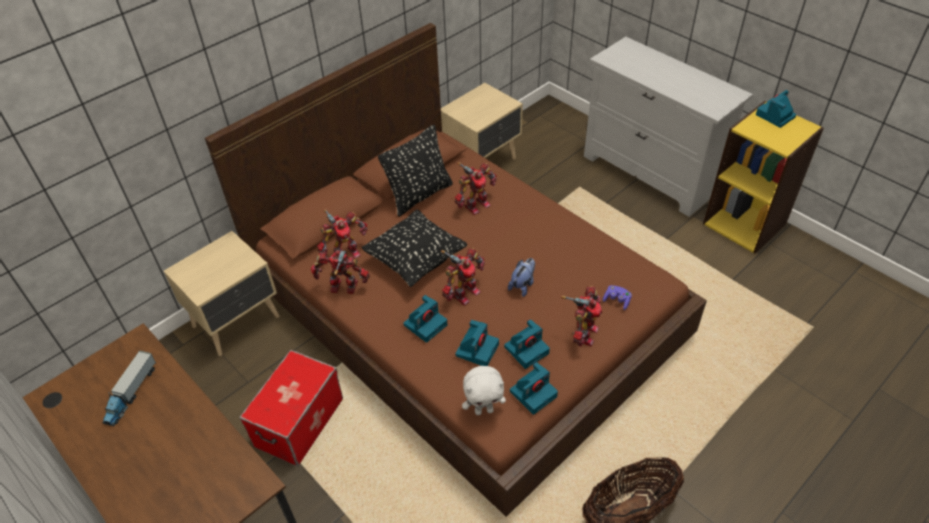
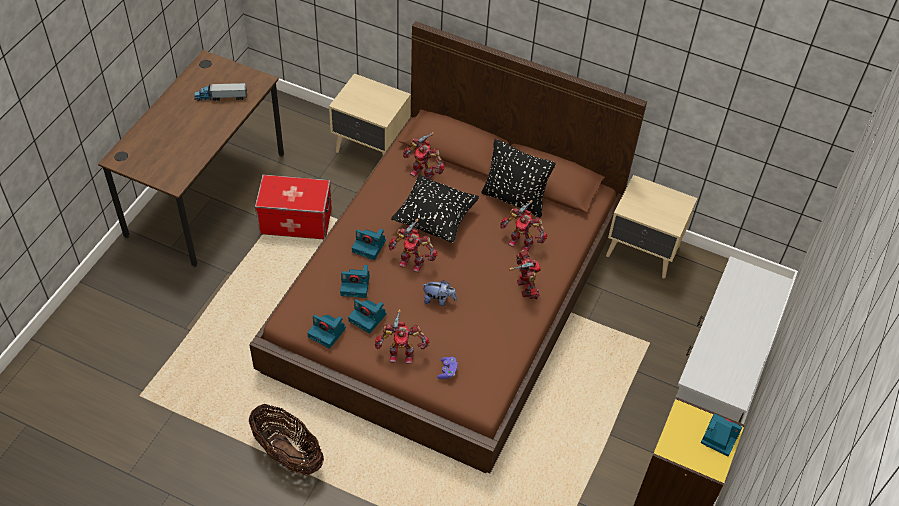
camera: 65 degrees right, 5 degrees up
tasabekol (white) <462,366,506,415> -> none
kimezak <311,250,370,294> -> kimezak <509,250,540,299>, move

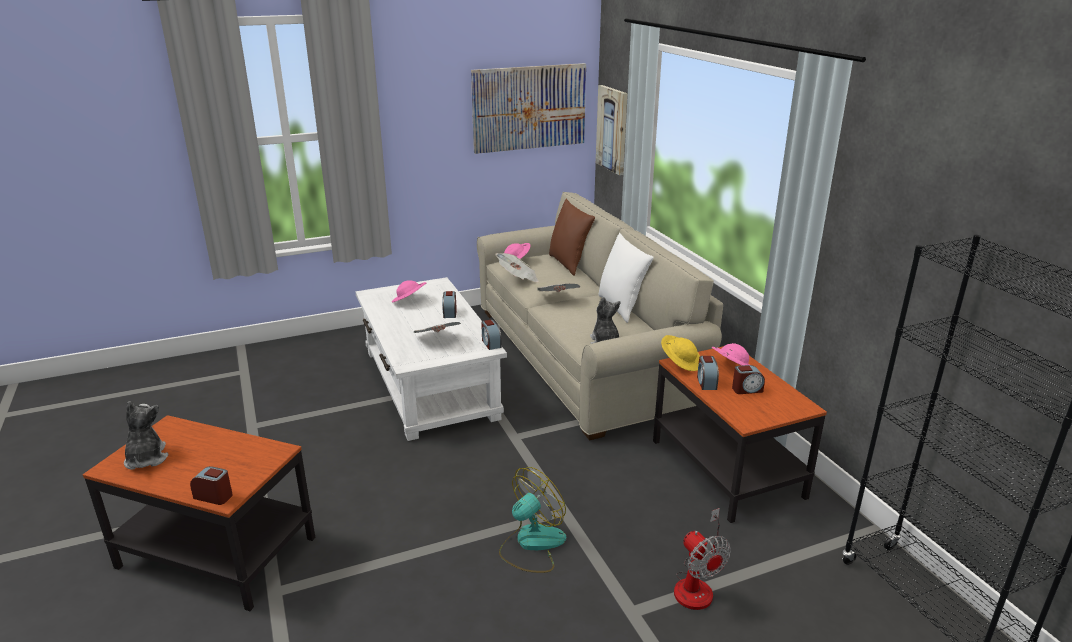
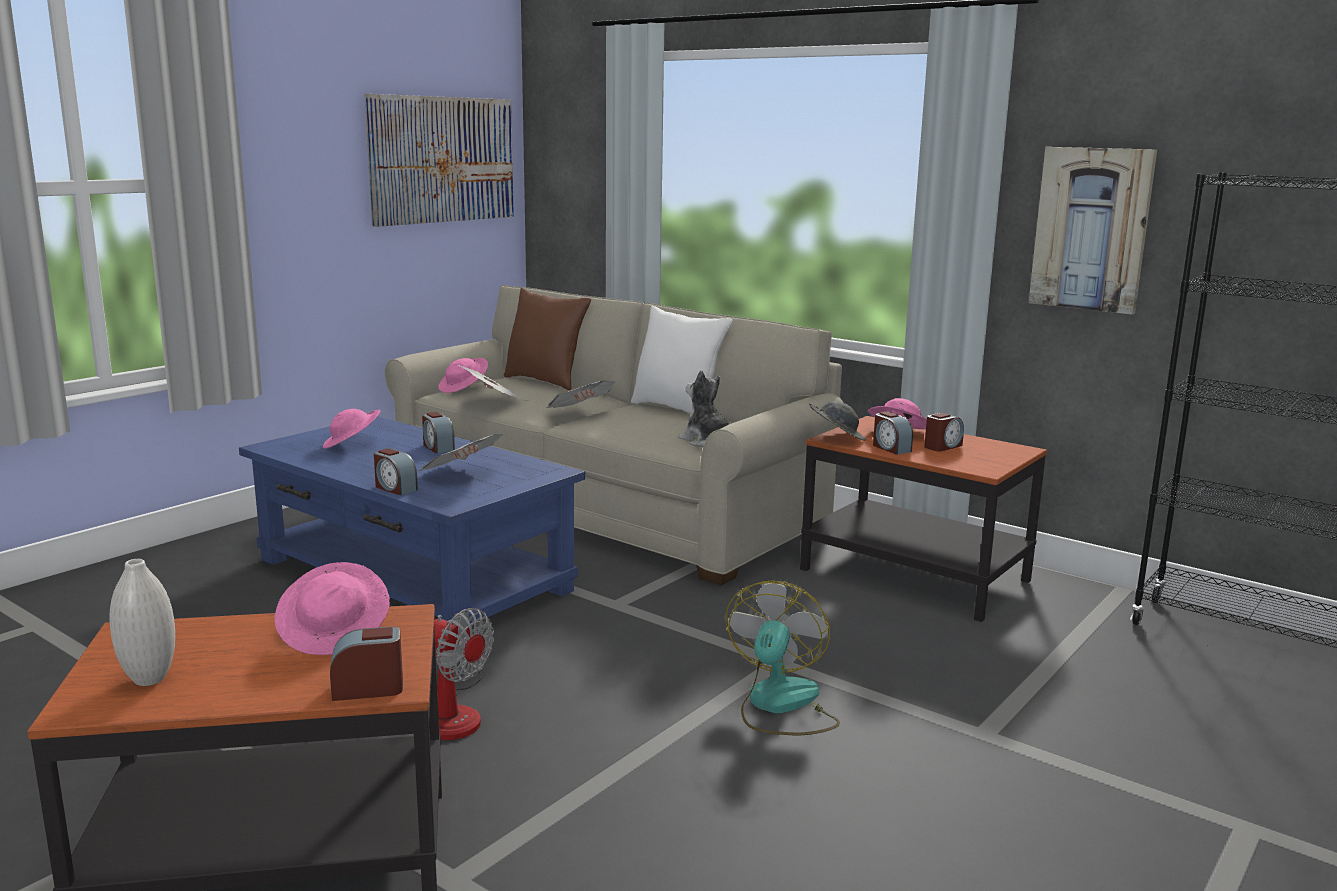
camera: 30 degrees left, 10 degrees down
none -> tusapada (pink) <275,562,390,655>
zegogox <481,320,502,350> -> zegogox <374,448,418,495>, move
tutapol <596,85,627,175> -> tutapol <1029,147,1157,315>, move
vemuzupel <674,508,731,610> -> vemuzupel <434,608,494,740>, move
tasabekol <124,401,169,470> -> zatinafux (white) <109,559,175,686>
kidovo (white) <355,277,507,441> -> kidovo (blue) <239,416,585,624>
tusapada (yellow) <661,335,700,371> -> tusapada (grey) <809,401,866,441>

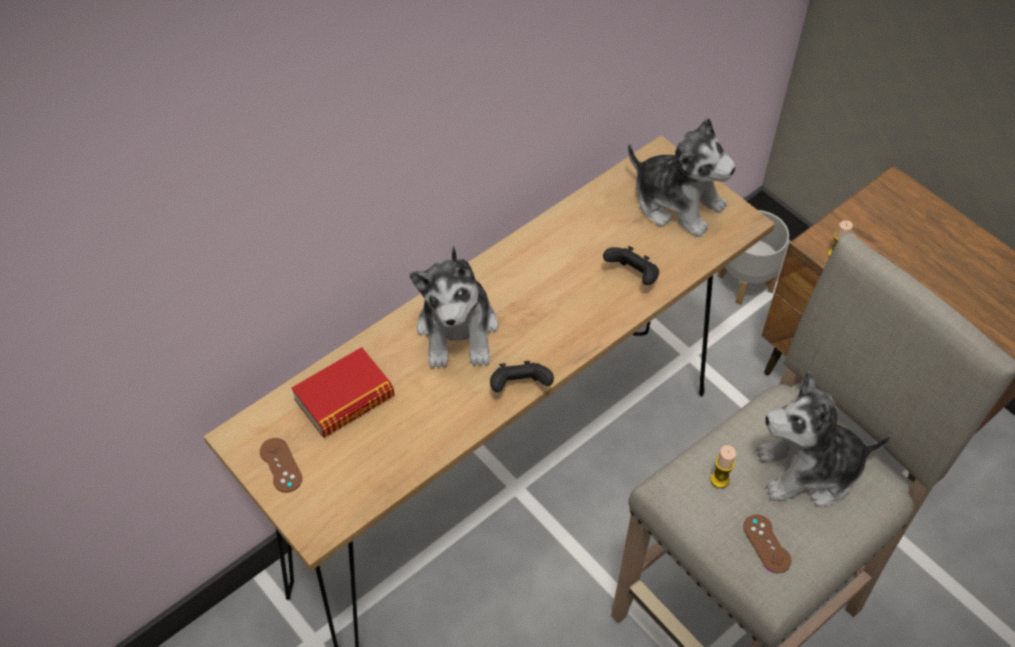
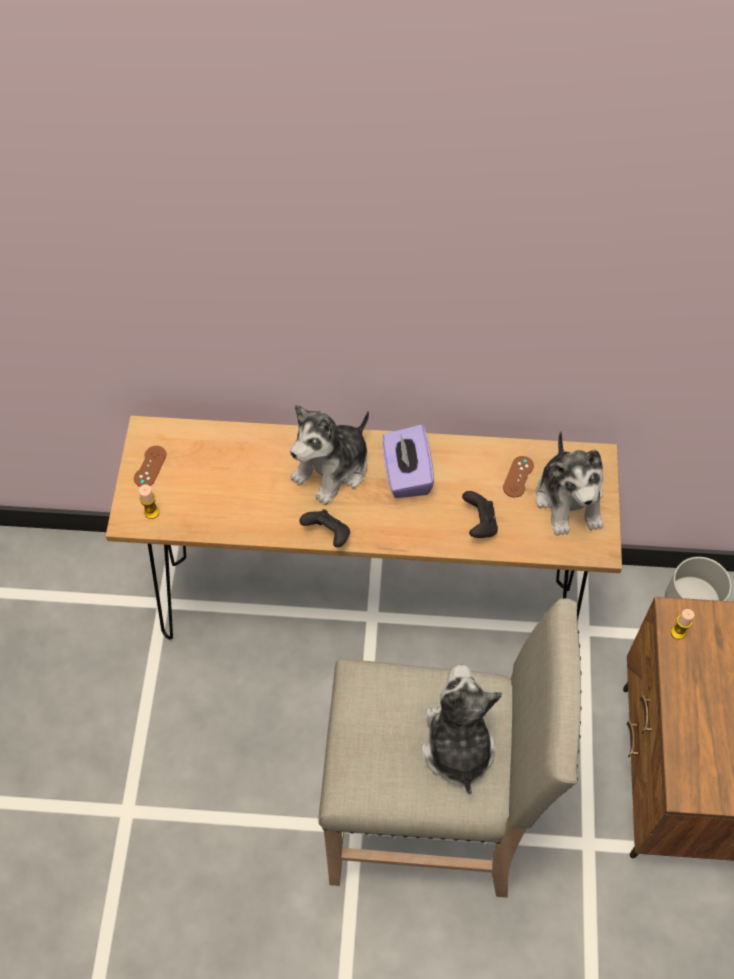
camera: 45 degrees right, 5 degrees up
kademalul <292,347,395,438> -> none
none -> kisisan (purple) <383,425,434,498>
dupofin <710,445,736,488> -> dupofin <139,484,159,519>, move
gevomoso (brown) <743,515,792,573> -> gevomoso (brown) <503,456,534,498>, move
tasabekol <756,370,891,507> -> tasabekol <421,665,502,795>, 45 degrees clockwise

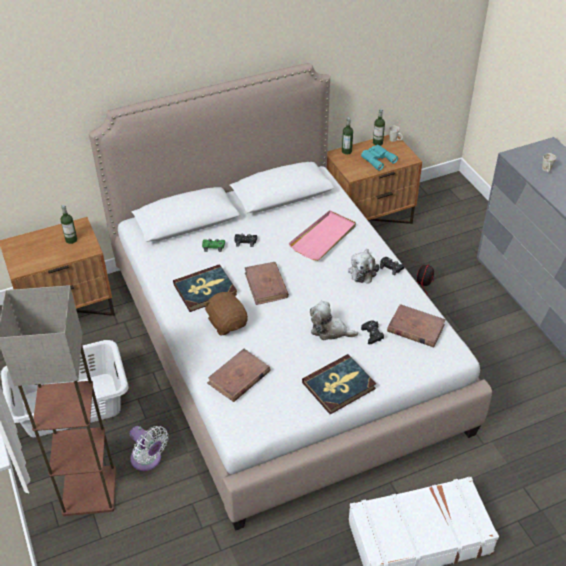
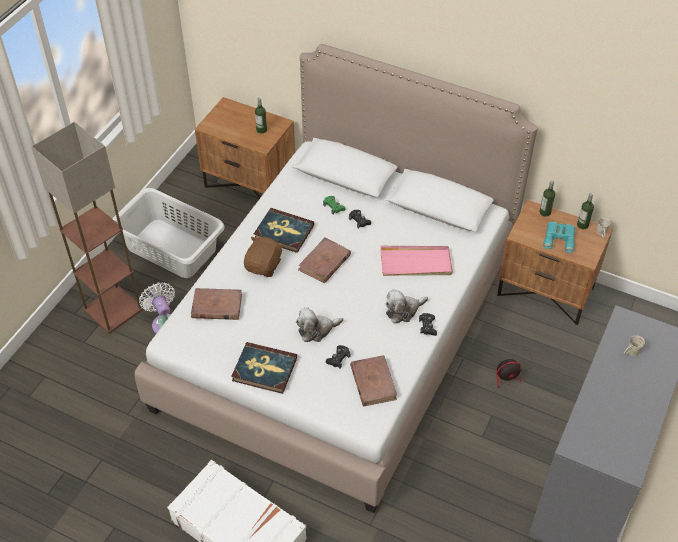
camera: 50 degrees right, 5 degrees up
vemuzupel (white) <130,426,168,471> -> vemuzupel (white) <139,282,175,334>, 150 degrees clockwise
tasabekol <310,301,358,340> -> tasabekol <296,307,343,342>, 90 degrees counterclockwise

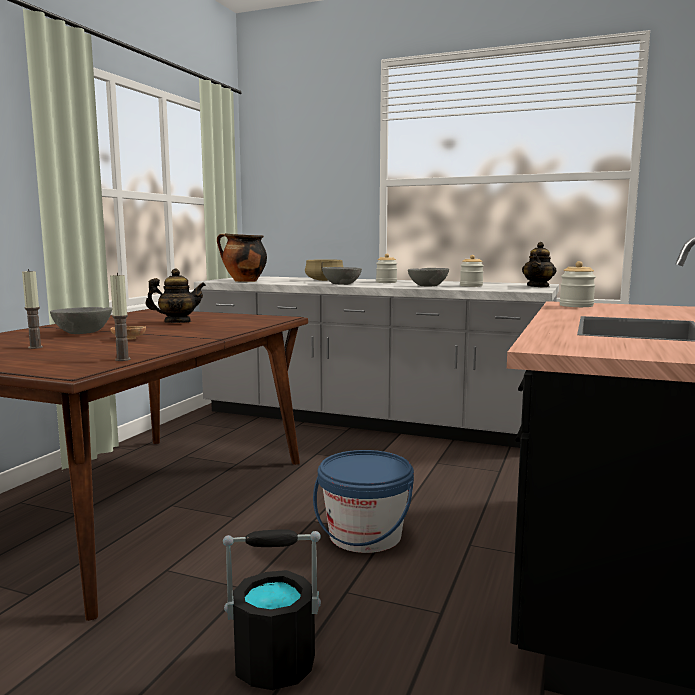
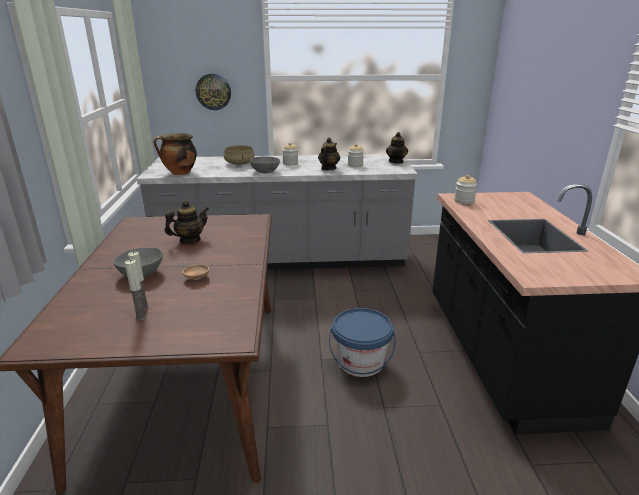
camera: 25 degrees left, 15 degrees up
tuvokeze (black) <223,529,321,690> -> none
none -> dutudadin <196,74,231,110>
dupofin <110,273,131,361> -> dupofin <125,259,147,321>, move
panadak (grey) <408,268,449,286> -> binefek <318,138,340,170>

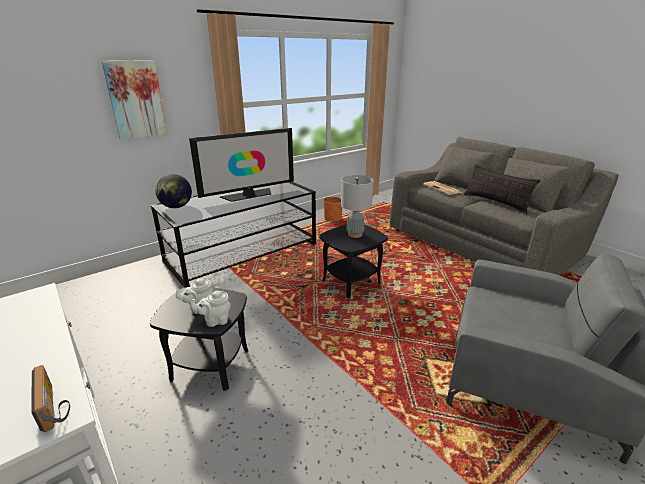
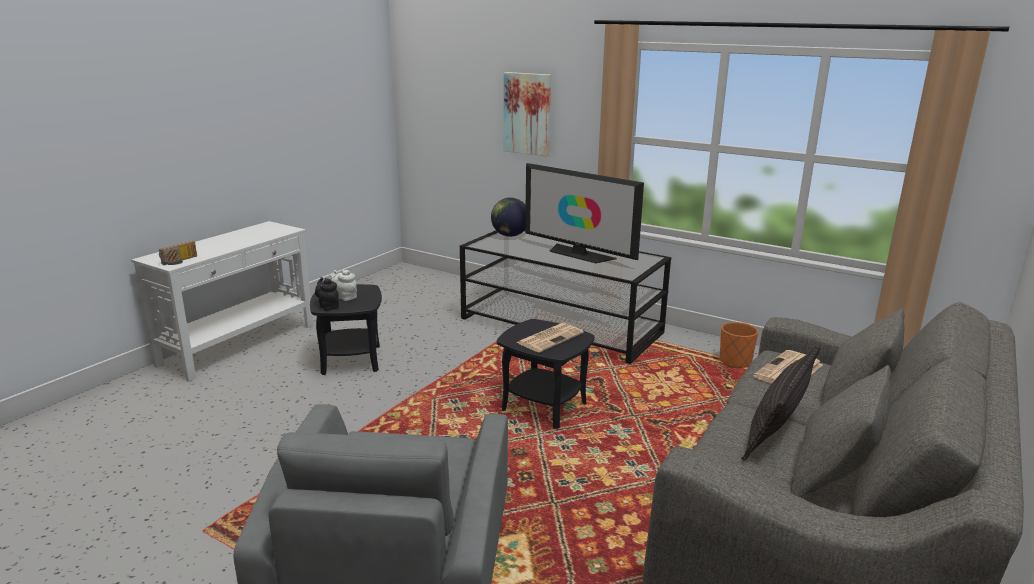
camera: 70 degrees right, 5 degrees down
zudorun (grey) <341,175,374,238> -> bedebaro <516,323,584,353>
binefek (white) <191,291,231,327> -> binefek (black) <315,277,339,311>

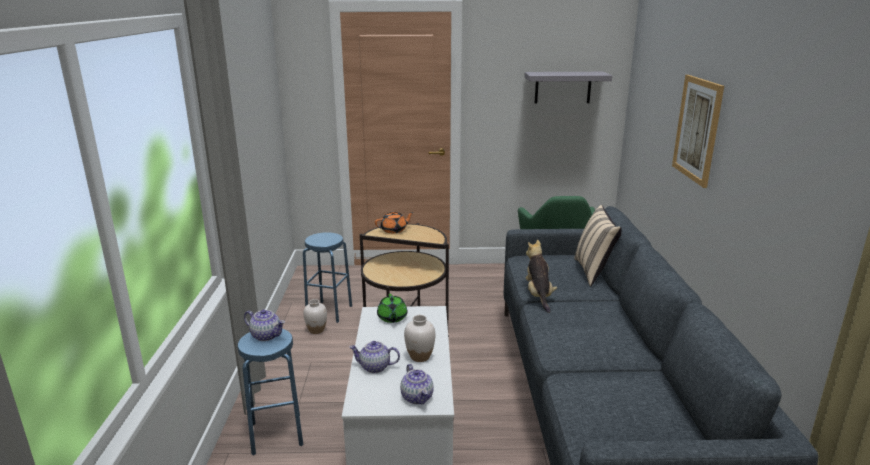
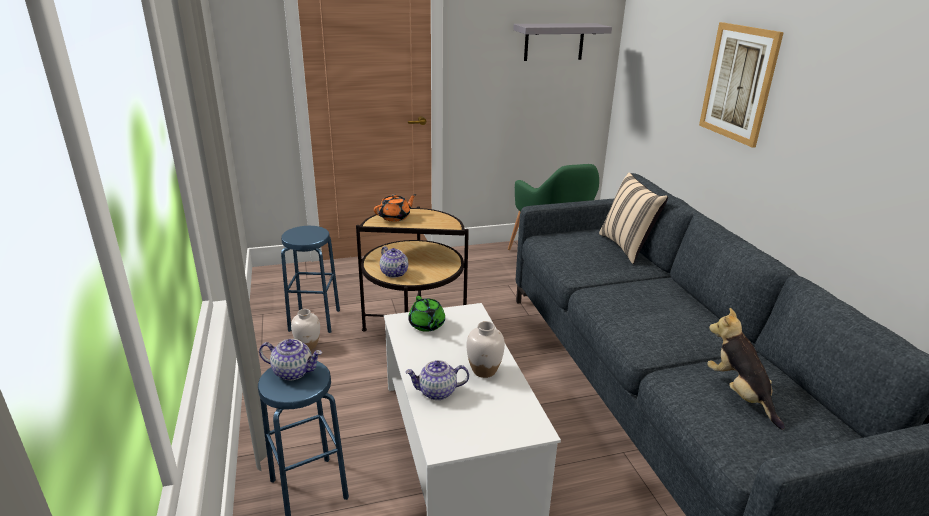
camera: 15 degrees left, 5 degrees up
binefek <400,364,434,405> -> binefek <380,246,408,278>, move
tasabekol <526,239,557,313> -> tasabekol <707,308,785,430>, move

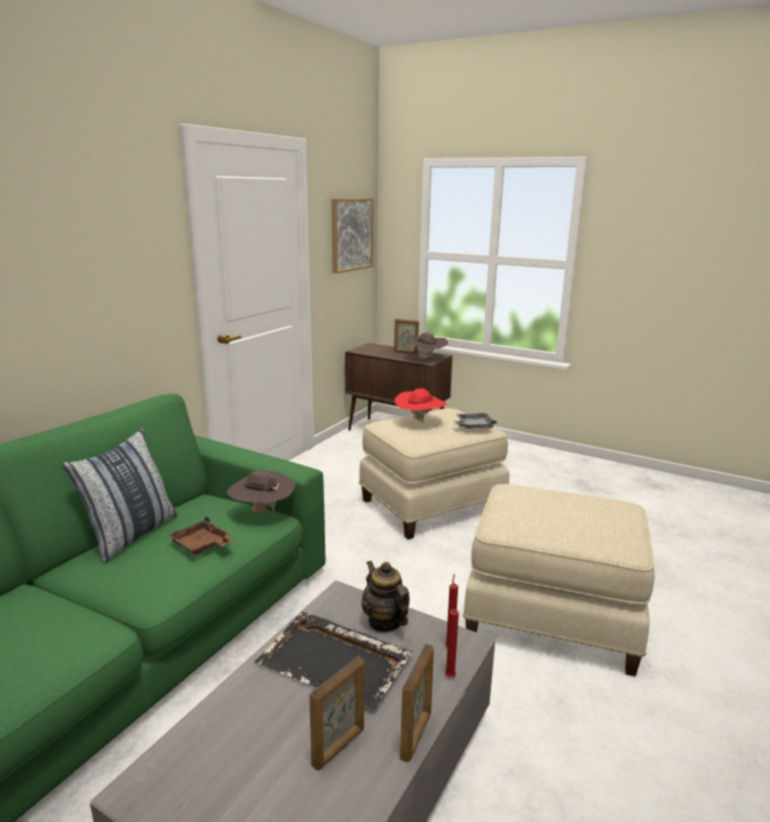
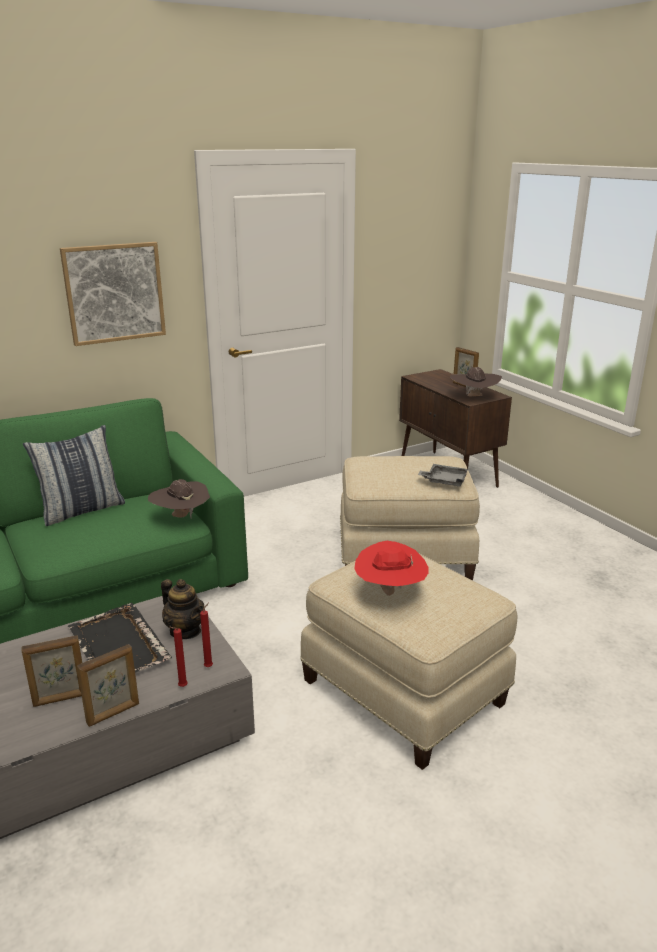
camera: 30 degrees right, 5 degrees up
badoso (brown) <168,516,234,555> -> none
tutapol <331,198,374,274> -> tutapol <60,242,166,346>, move
tusapada (red) <394,389,446,422> -> tusapada (red) <354,541,429,596>, move
binefek <362,561,410,633> -> binefek <161,579,204,639>, 135 degrees clockwise

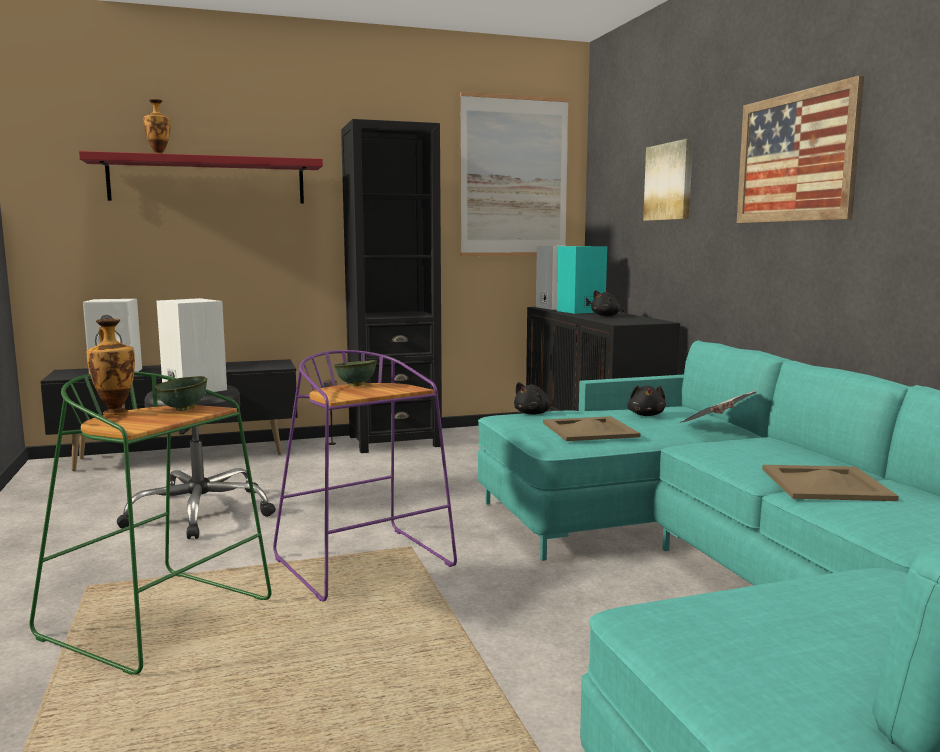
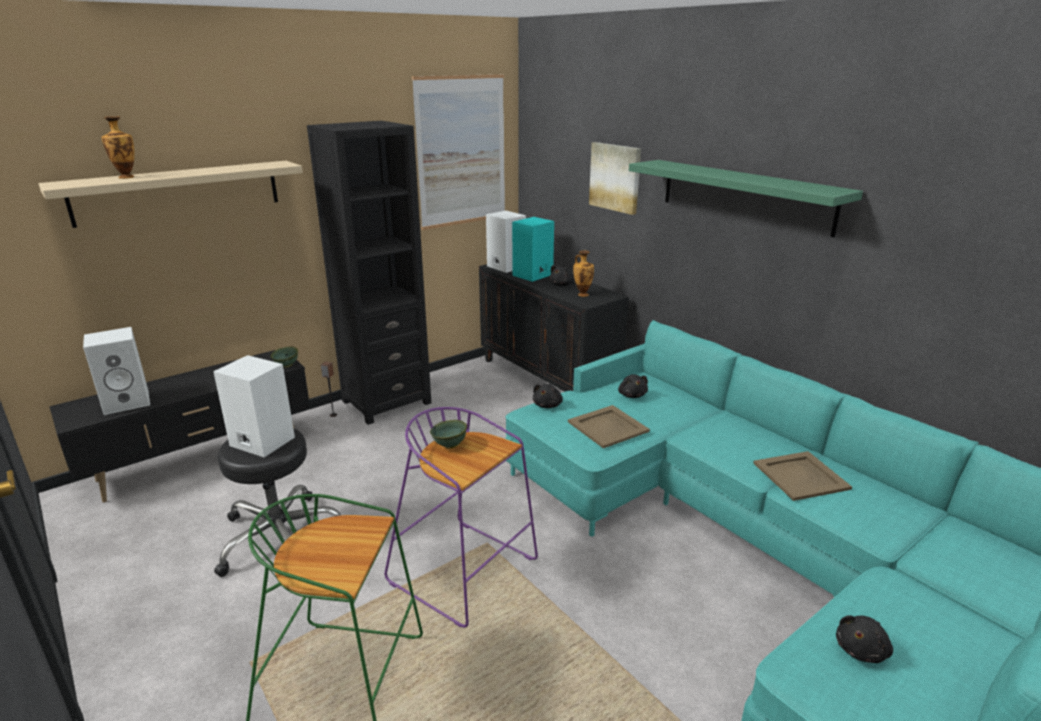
camera: 20 degrees left, 15 degrees up
bedebaro <679,390,757,423> -> none
none -> tasabekol (black) <836,615,893,663>
zatinafux <87,319,135,415> -> zatinafux <573,250,594,297>, move
panadak (green) <153,376,207,411> -> panadak (green) <270,347,298,367>, move
tutapol <737,75,864,223> -> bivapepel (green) <629,160,863,237>
bivapepel (red) <79,151,323,203> -> bivapepel (beige) <38,161,303,228>

